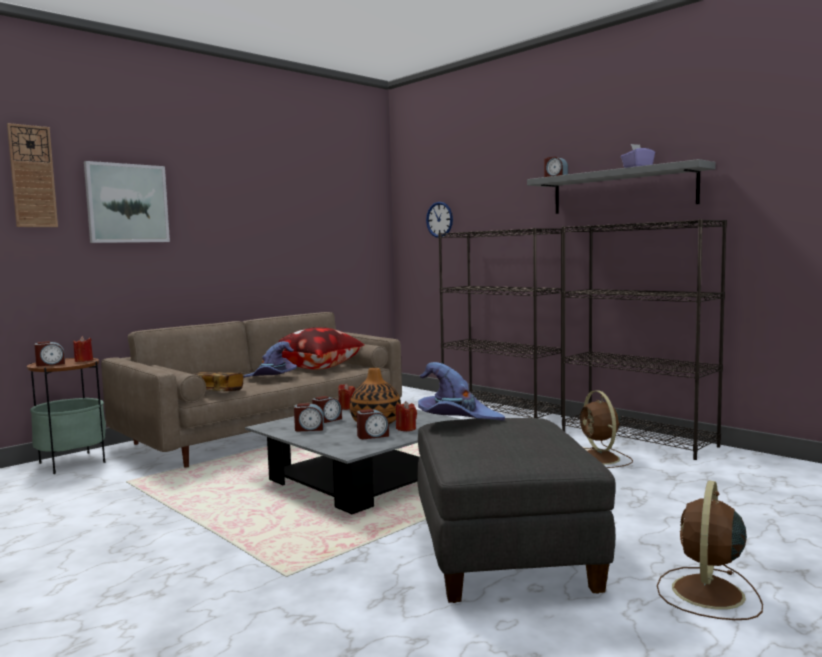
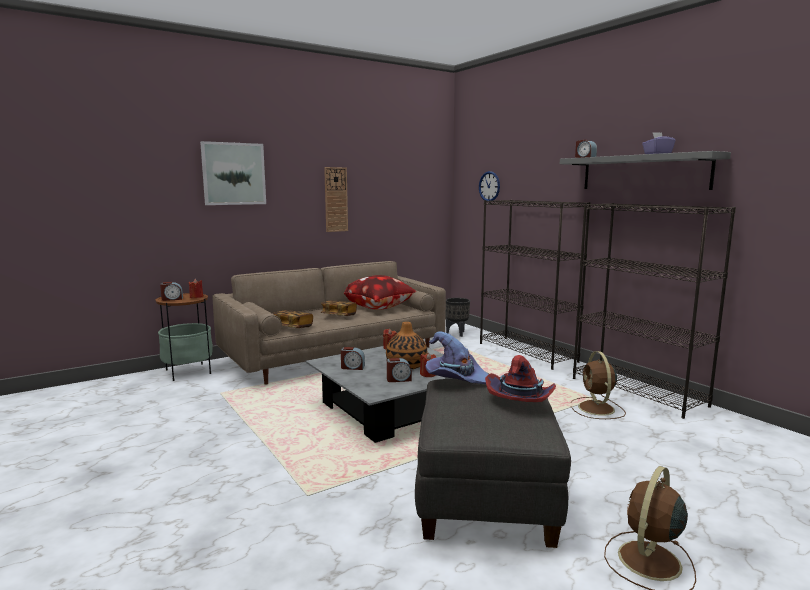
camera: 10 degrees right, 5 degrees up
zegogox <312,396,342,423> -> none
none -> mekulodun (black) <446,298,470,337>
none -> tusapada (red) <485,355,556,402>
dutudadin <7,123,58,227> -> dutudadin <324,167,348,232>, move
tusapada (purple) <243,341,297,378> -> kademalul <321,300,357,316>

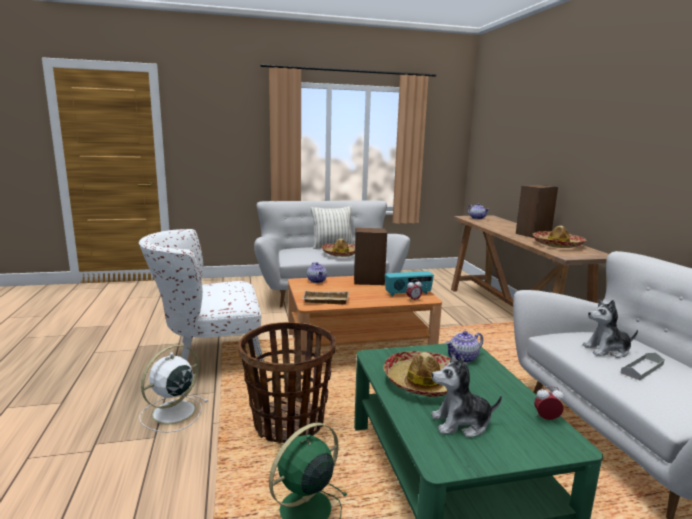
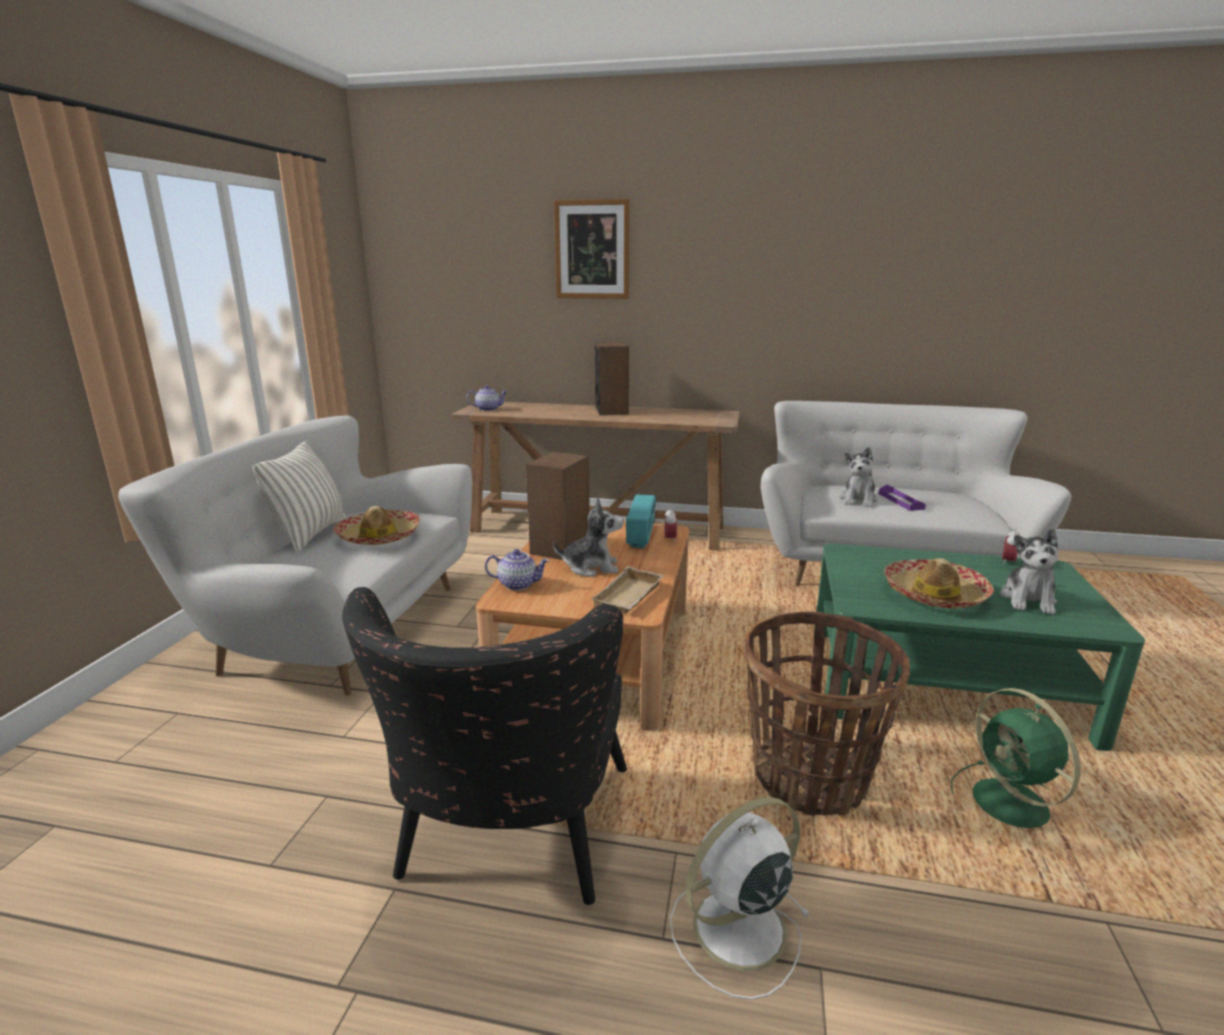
camera: 65 degrees left, 5 degrees up
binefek <446,331,483,363> -> none
tusapada <532,226,586,248> -> none
none -> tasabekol <553,497,624,577>
none -> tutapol <554,199,630,299>
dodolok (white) <139,229,264,361> -> dodolok (black) <342,587,627,905>
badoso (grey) <621,353,665,381> -> badoso (purple) <878,485,926,511>
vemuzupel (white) <139,345,208,432> -> vemuzupel (white) <670,797,811,1000>, 90 degrees clockwise

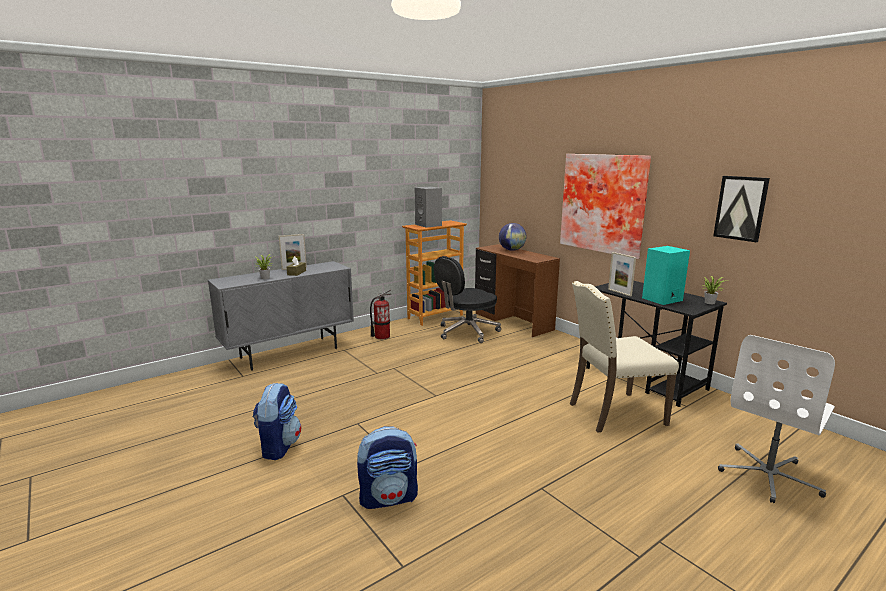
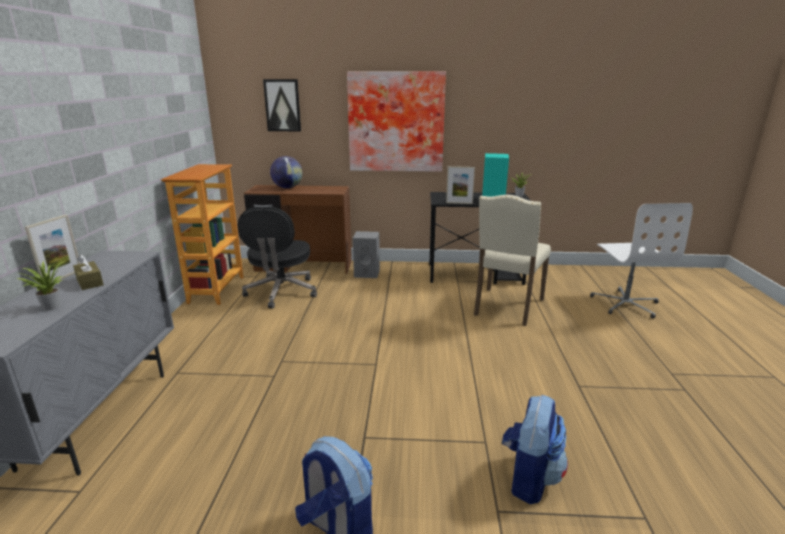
camera: 50 degrees left, 5 degrees up
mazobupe <370,289,392,339> -> none
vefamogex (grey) <415,187,442,228> -> vefamogex (grey) <353,231,380,278>, move
tutapol <713,176,770,242> -> tutapol <263,79,301,131>, move

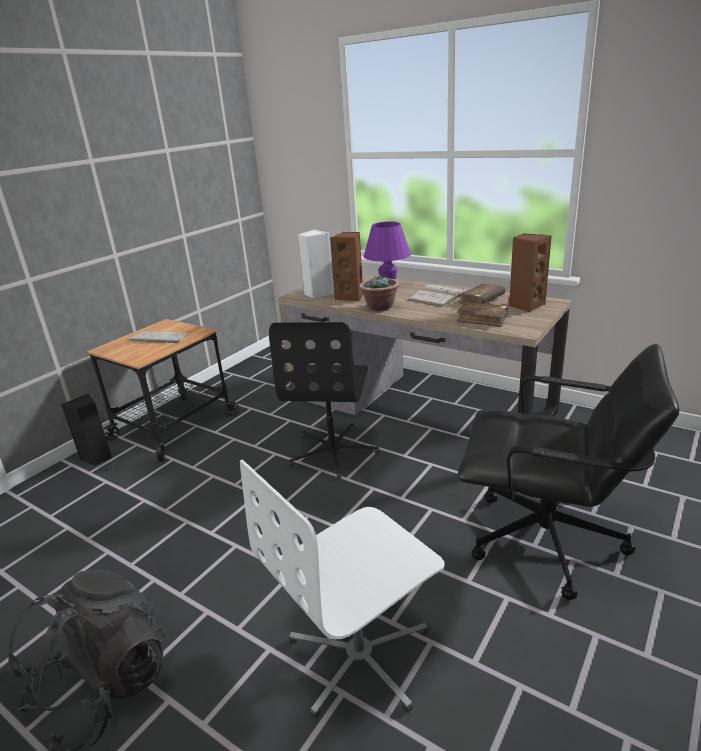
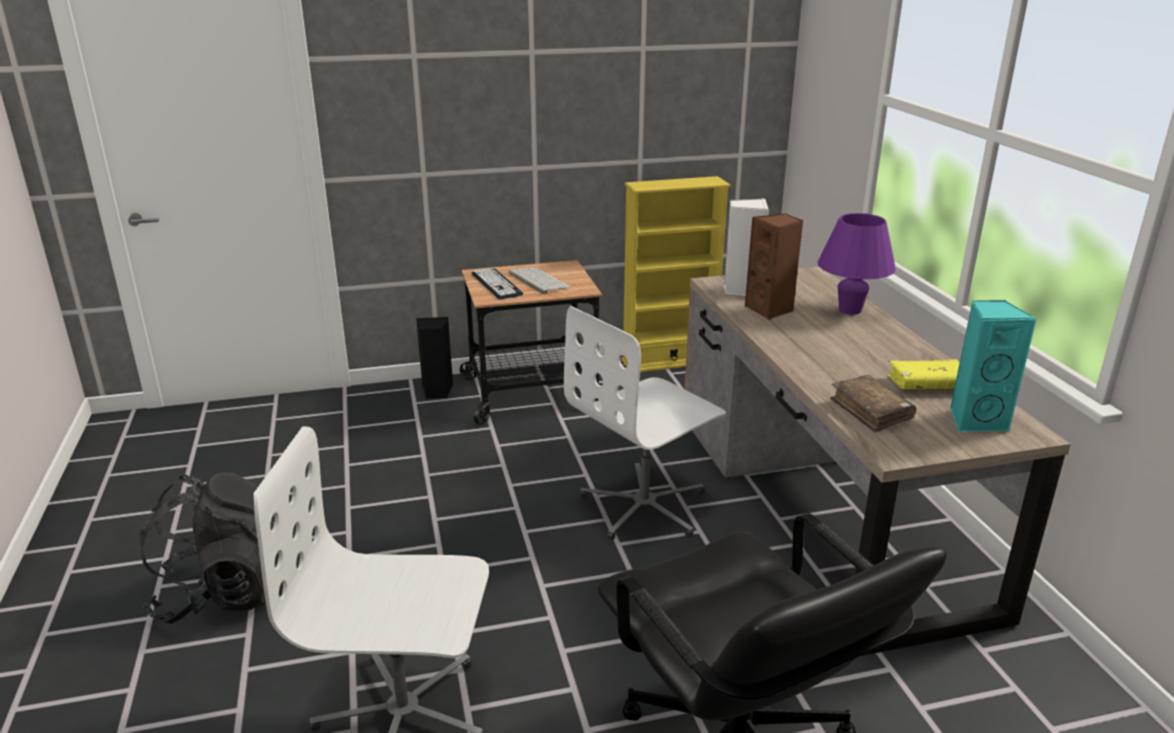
camera: 40 degrees right, 0 degrees up
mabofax <359,275,400,311> -> none
kademalul (white) <408,285,468,307> -> none
none -> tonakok <472,268,523,299>
none -> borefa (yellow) <621,176,731,372>
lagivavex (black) <269,322,380,479> -> lagivavex (white) <564,306,726,540>
kademalul (brown) <458,283,505,304> -> kademalul (yellow) <887,359,960,389>
vefamogex (brown) <509,233,552,313> -> vefamogex (turquoise) <950,300,1037,432>

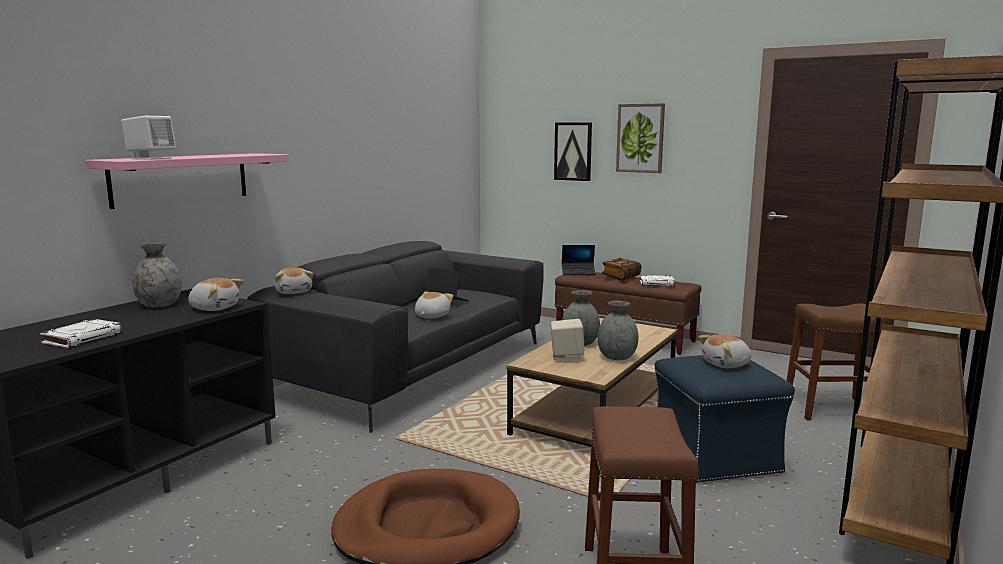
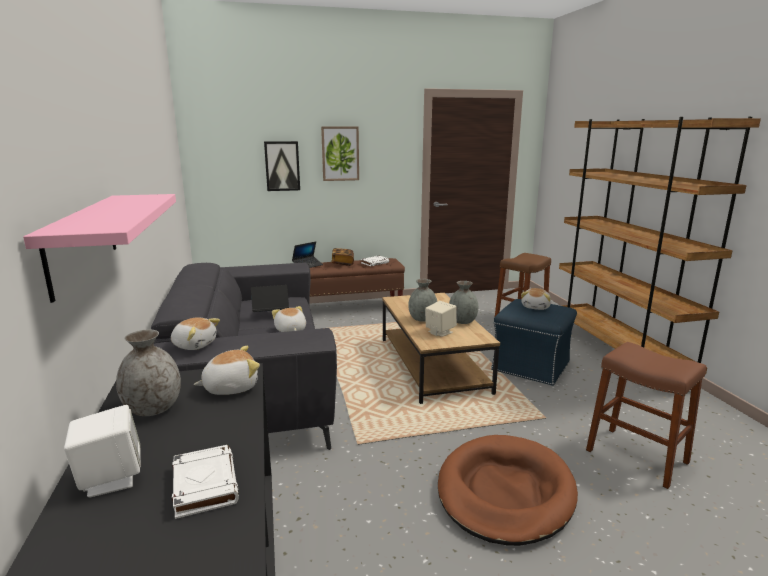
camera: 45 degrees left, 5 degrees up
vefamogex (white) <121,116,176,159> -> vefamogex (white) <64,405,141,497>, move

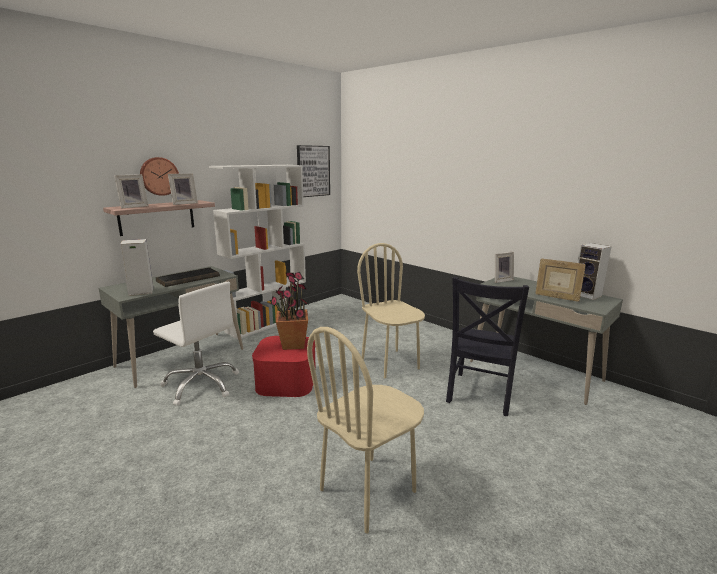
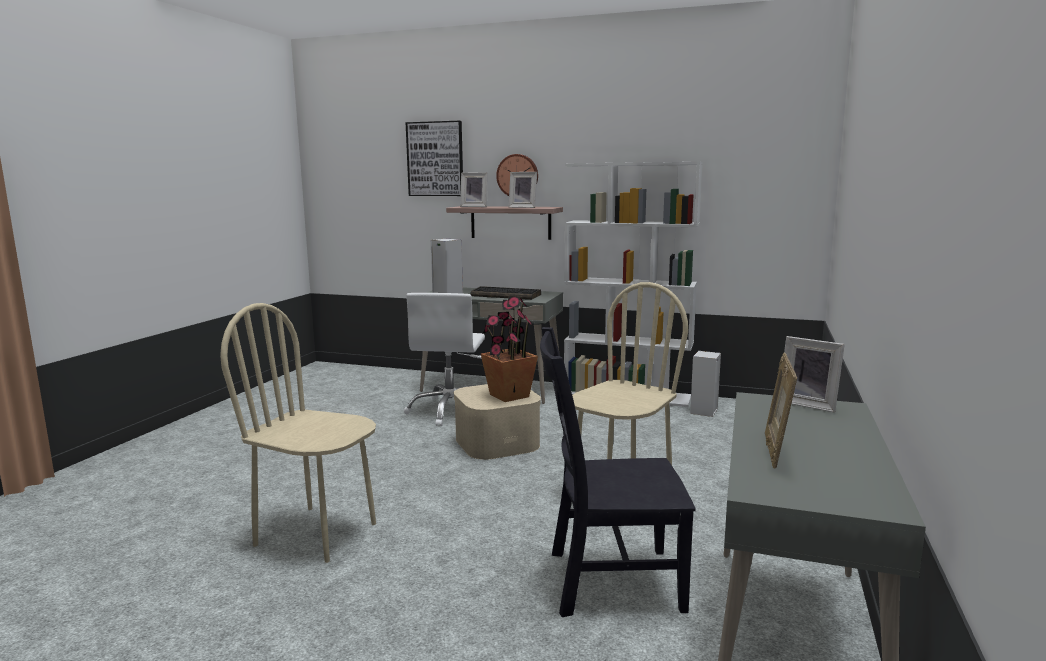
camera: 65 degrees right, 5 degrees down
tutapol <297,145,330,197> -> tutapol <405,121,463,196>, move
vefamogex <577,243,612,300> -> vefamogex <690,351,721,417>, move
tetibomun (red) <252,336,316,397> -> tetibomun (beige) <454,384,541,460>

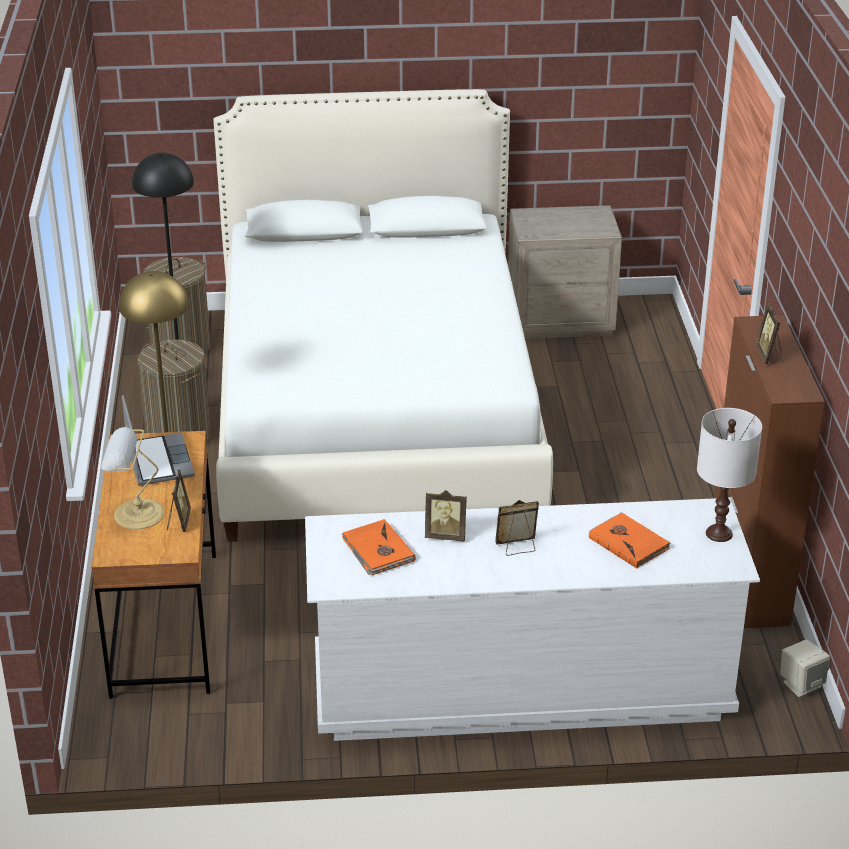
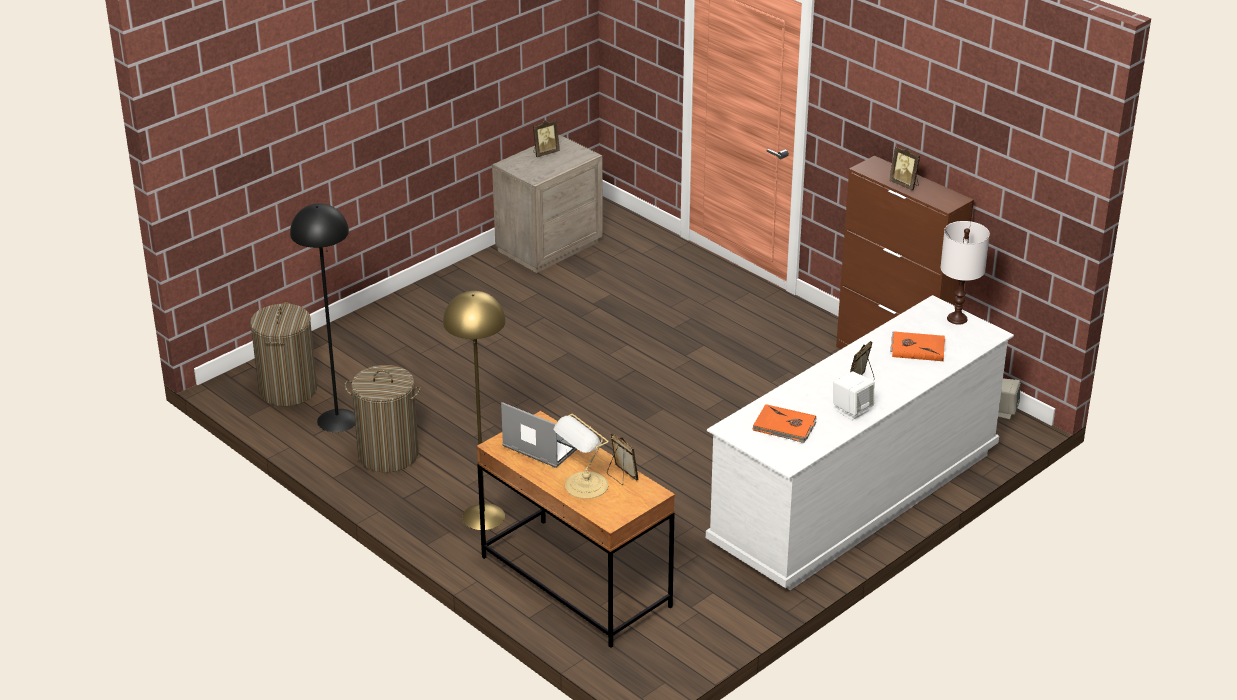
camera: 40 degrees left, 0 degrees up
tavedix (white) <213,89,553,542> -> none
none -> vefamogex (white) <833,371,874,420>
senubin <425,490,467,541> -> senubin <533,120,560,157>, move

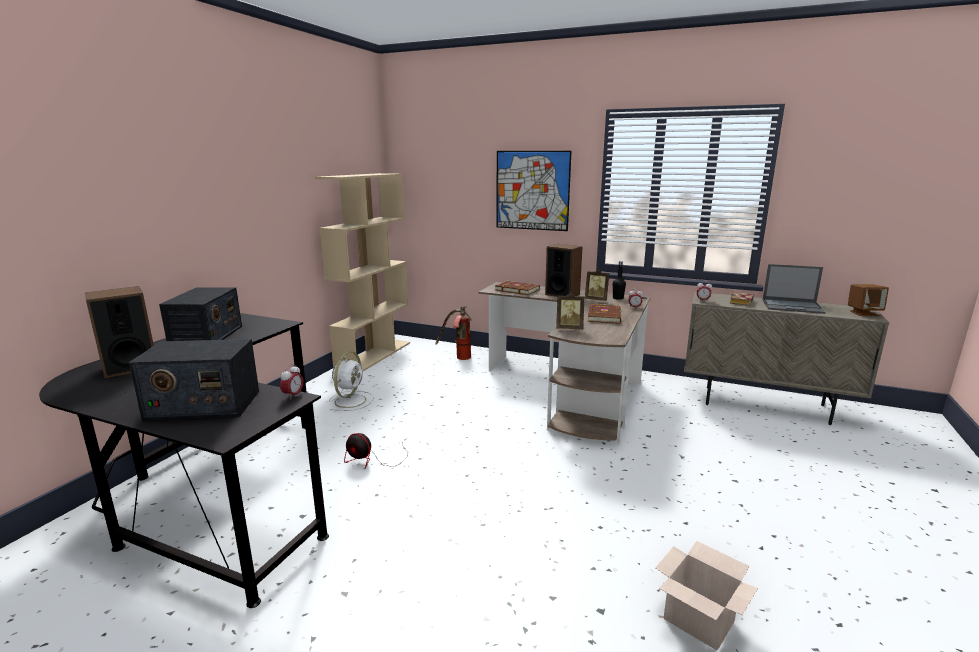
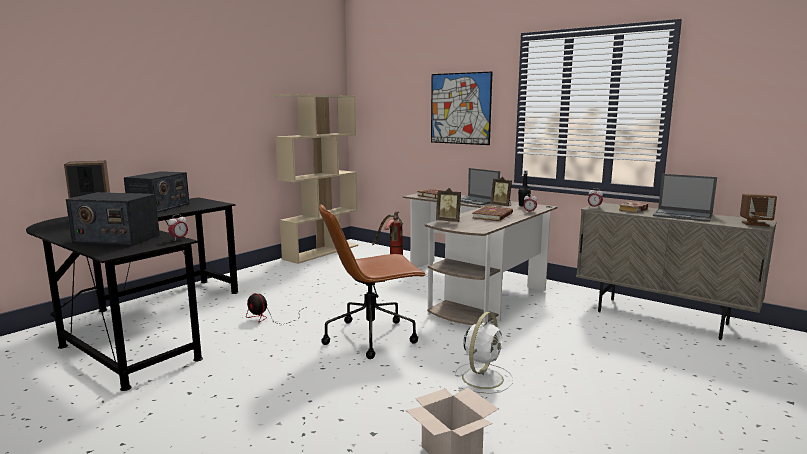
camera: 15 degrees right, 5 degrees down
none -> lagivavex (brown) <319,204,426,359>
vemuzupel (white) <329,351,374,411> -> vemuzupel (white) <455,312,513,394>, move
vefamogex <545,244,583,297> -> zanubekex <461,168,500,206>

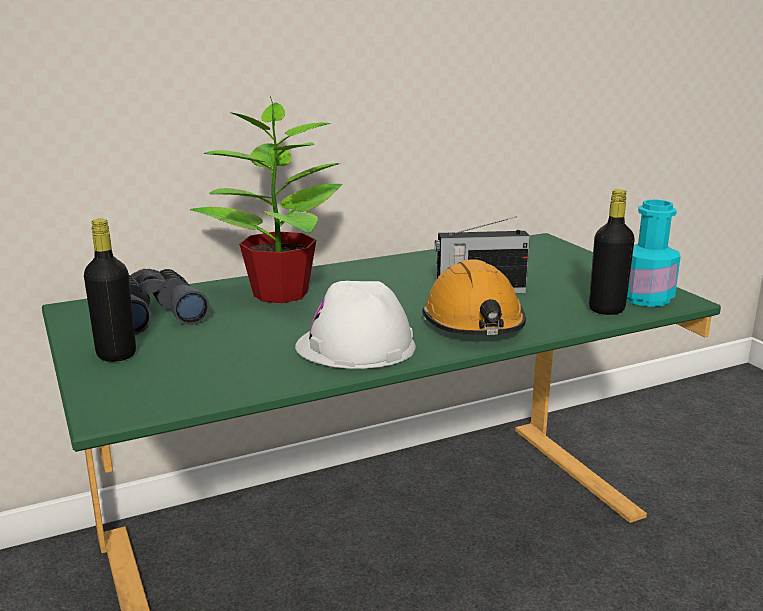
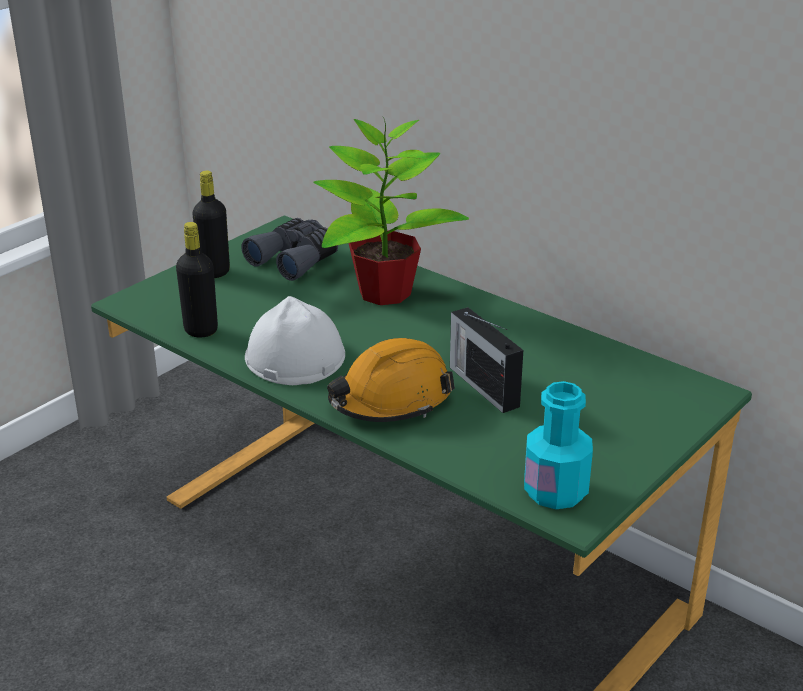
camera: 65 degrees right, 10 degrees up
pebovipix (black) <589,189,635,315> -> pebovipix (black) <176,222,218,337>, move

